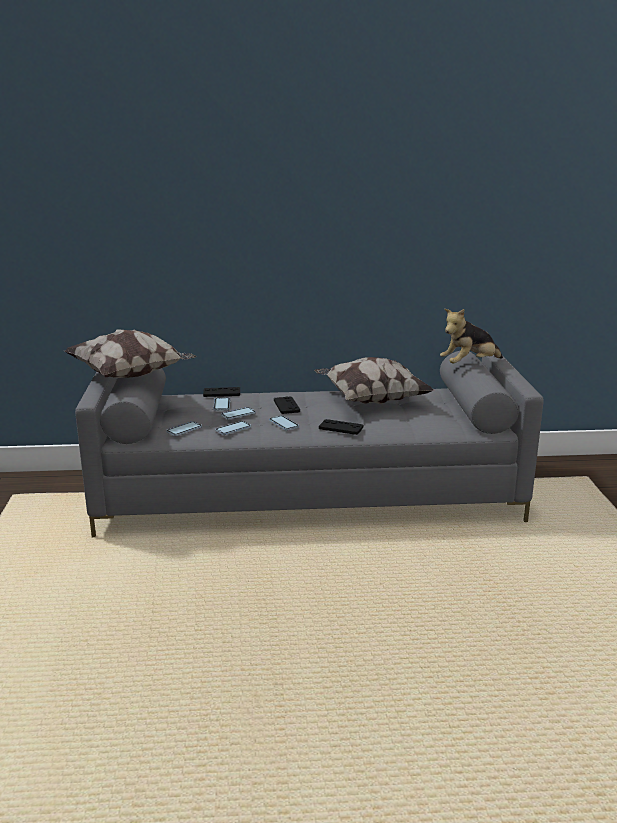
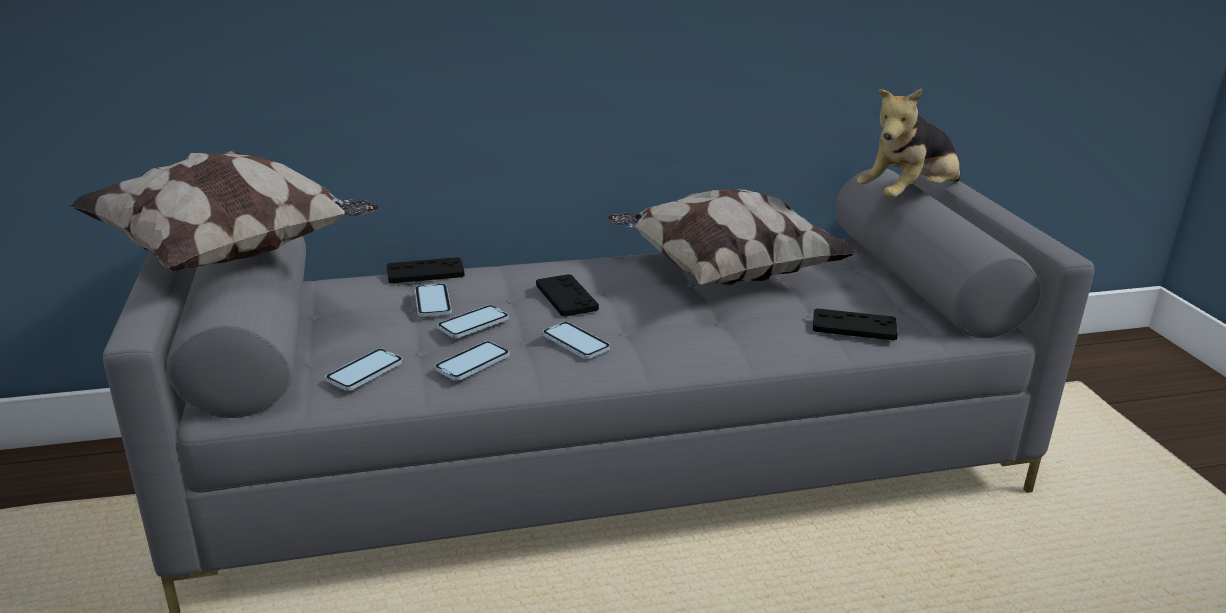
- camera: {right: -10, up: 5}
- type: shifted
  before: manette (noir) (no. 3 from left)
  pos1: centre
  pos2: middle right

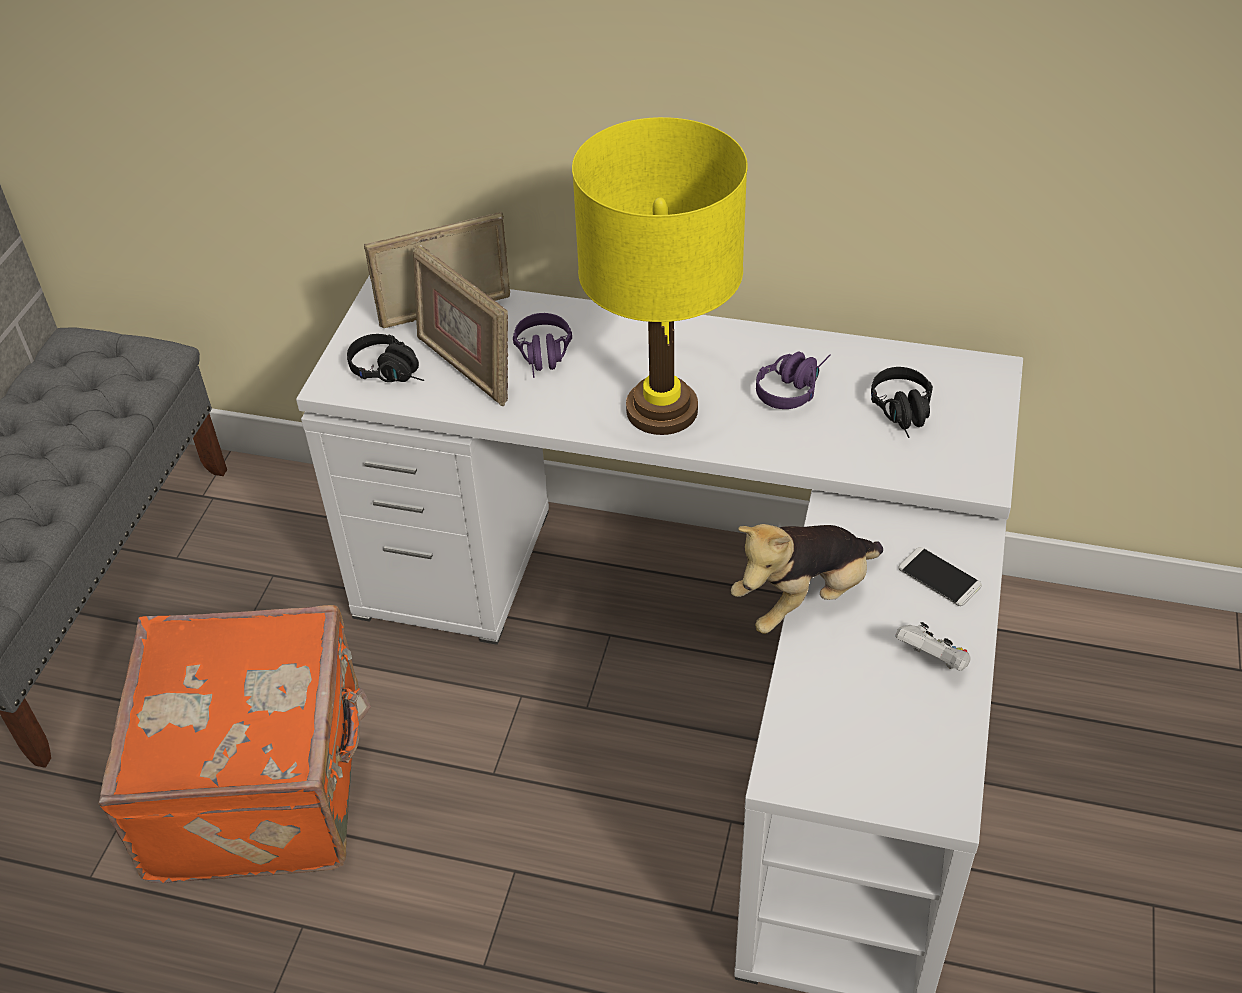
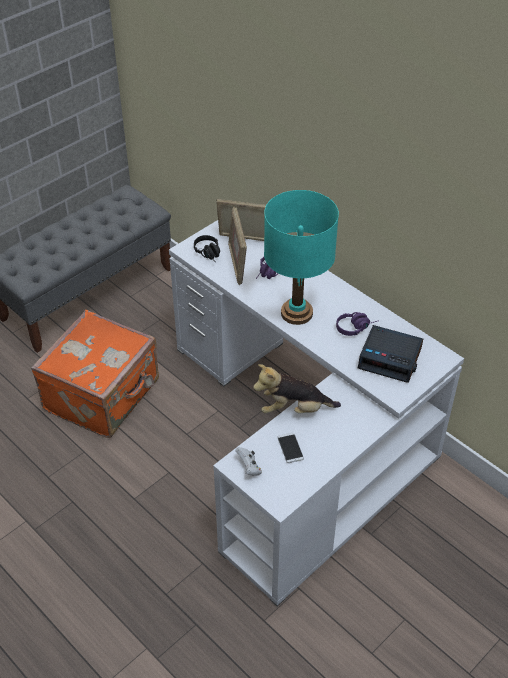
- camera: {right: 30, up: 0}
- type: shifted
  before: manette (blanc)
  pos1: middle right
  pos2: bottom centre
- type: shifted
  before: téléphone
  pos1: middle right
  pos2: centre
- type: swapped
  before: casque audio (noir) (no. 2 from left)
  after: réveil
  pos1: middle right
  pos2: middle right
- type: repainted
  before: lampe de table (jaune)
  after: lampe de table (turquoise)
  pos1: top centre
  pos2: centre

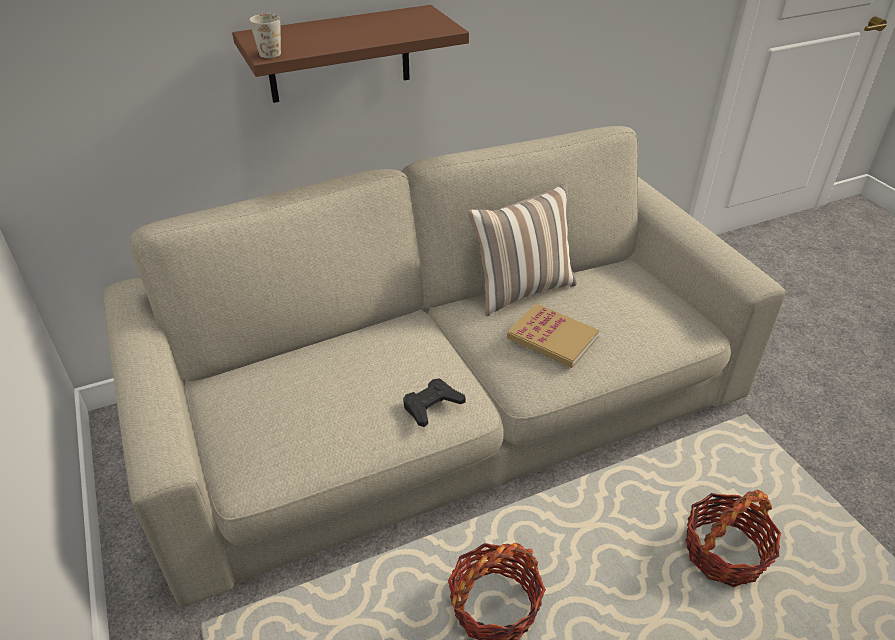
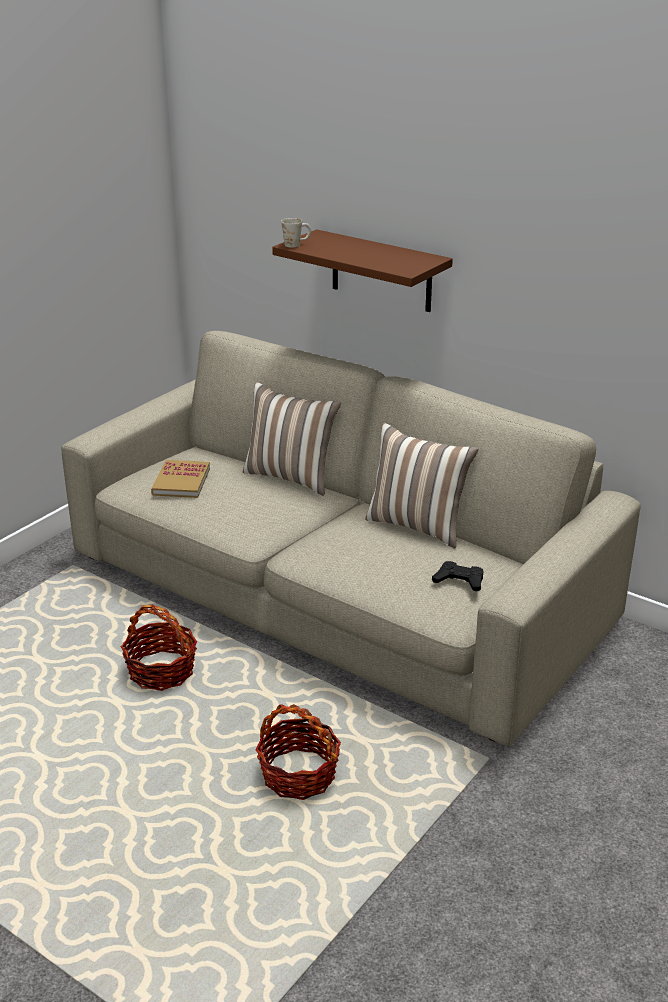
- camera: {right: 60, up: -10}
- type: new
  after: coussin (no. 1 from left)
  pos2: centre
- type: shifted
  before: manette (noir)
  pos1: centre
  pos2: middle right
- type: shifted
  before: livre
  pos1: centre
  pos2: middle left

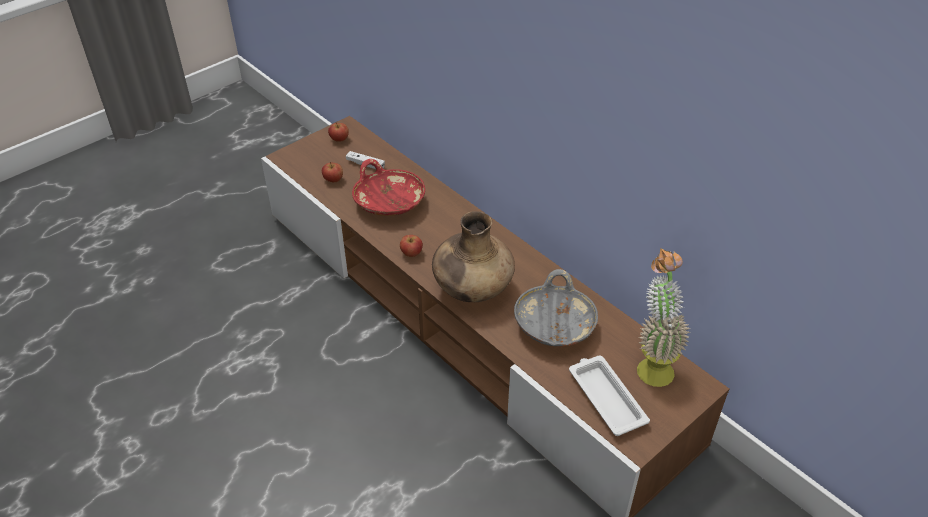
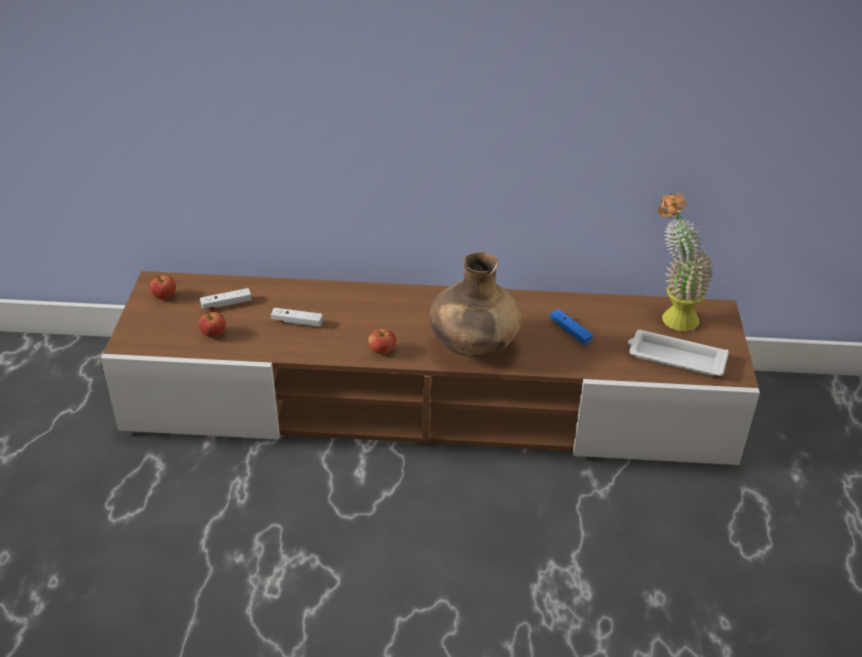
- camera: {right: -45, up: -5}
- type: swapped
  before: bol (rouge)
  after: manette (blanc) (no. 2 from left)
  pos1: centre
  pos2: centre
- type: swapped
  before: bol (gris)
  after: manette (bleu)
  pos1: centre
  pos2: centre

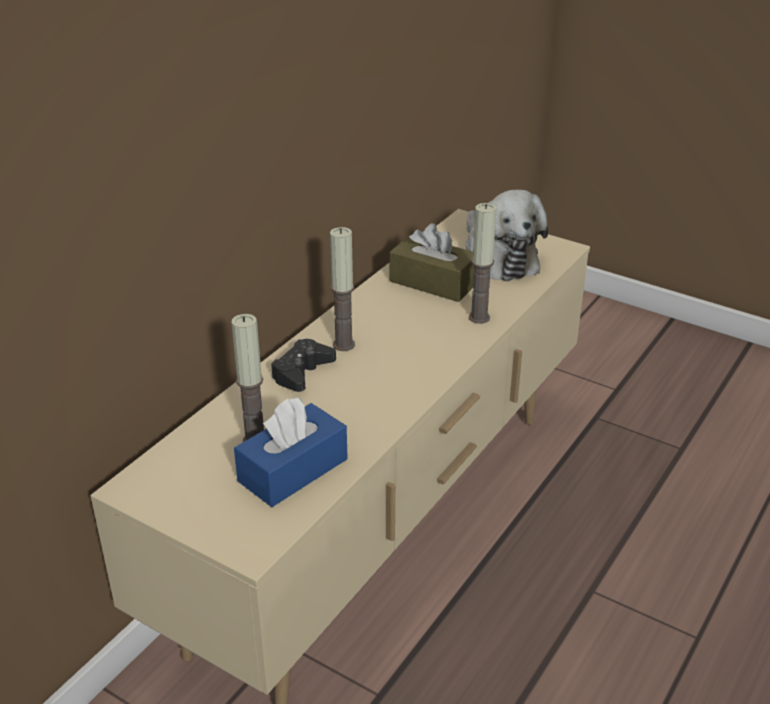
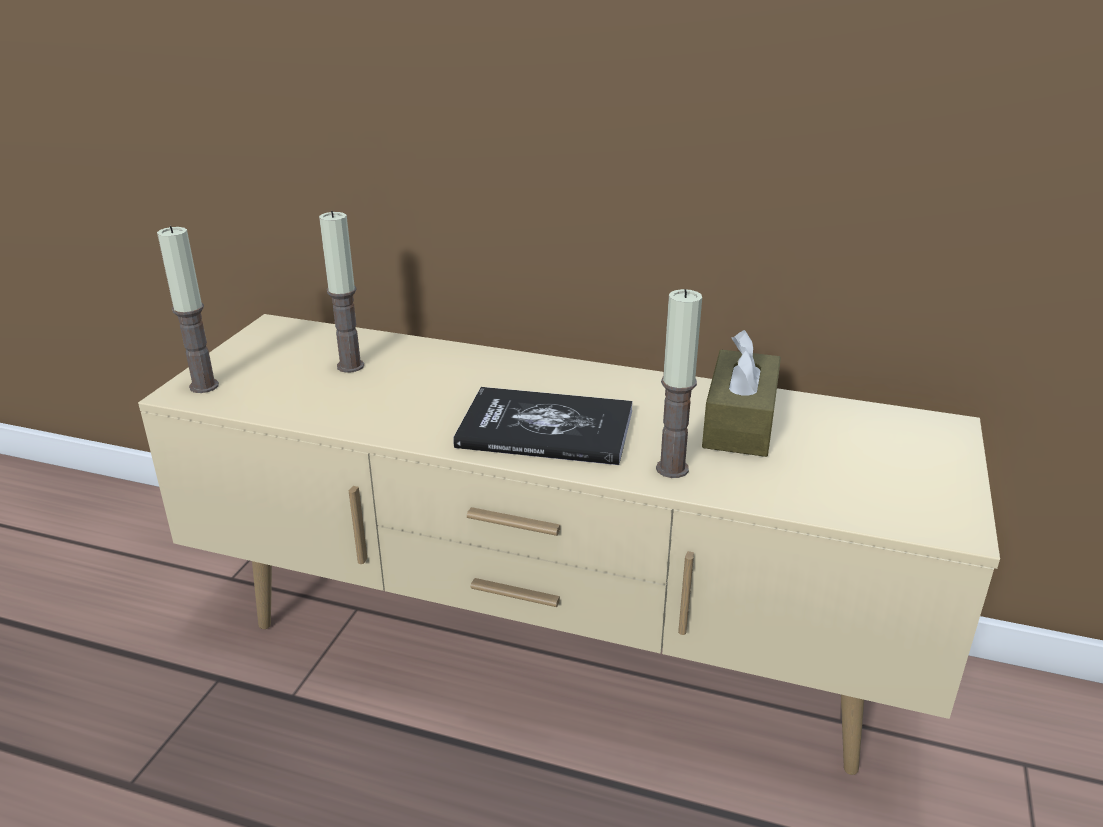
- camera: {right: 75, up: -5}
- type: gone
  before: boîte à mouchoirs (bleu)
  pos1: centre
- type: gone
  before: manette (noir)
  pos1: centre
- type: gone
  before: peluche
  pos1: centre
- type: new
  after: livre
  pos2: centre
- type: shifted
  before: bougie (no. 2 from left in the first image)
  after: bougie (no. 1 from left)
  pos1: centre
  pos2: middle left

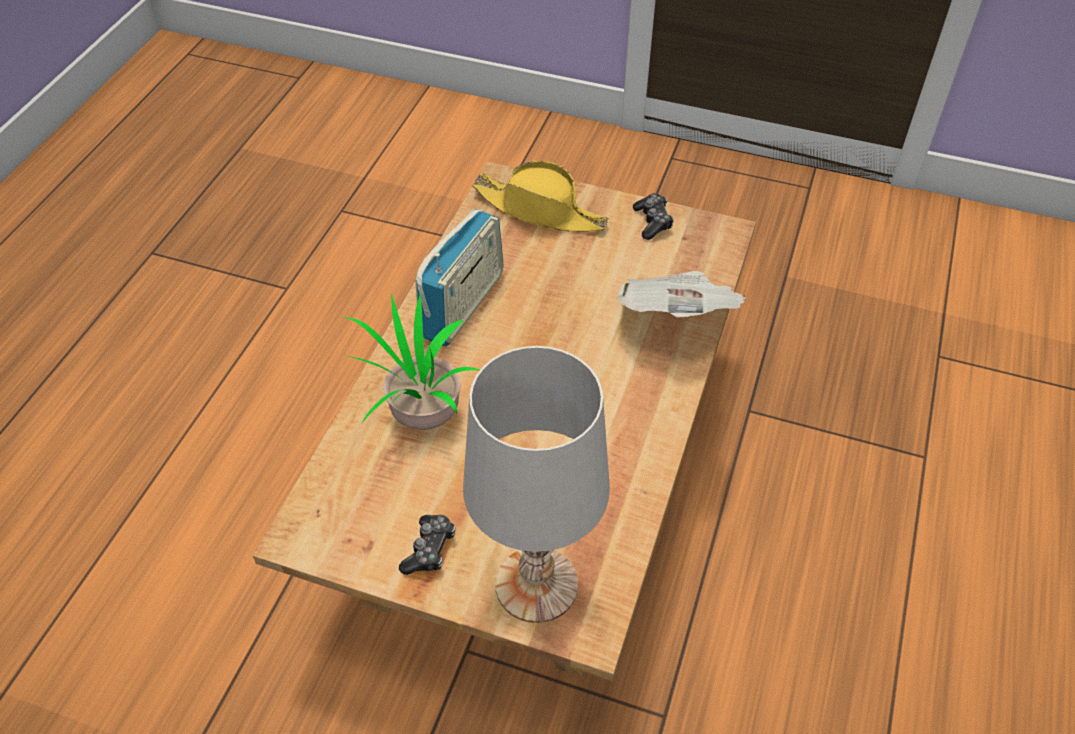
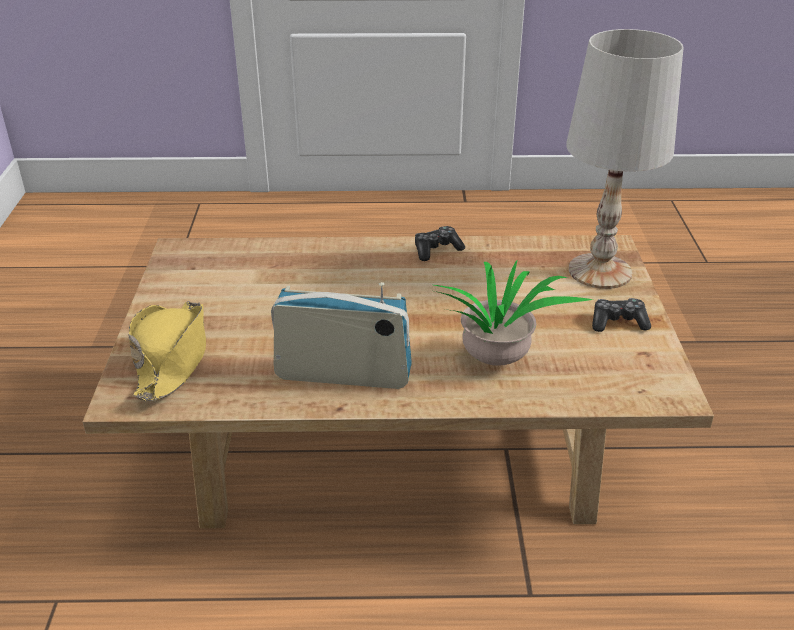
- camera: {right: -110, up: -15}
- type: gone
  before: journal
  pos1: centre
- type: shifted
  before: manette (no. 2 from left in the first image)
  after: manette (no. 1 from left)
  pos1: top centre
  pos2: centre

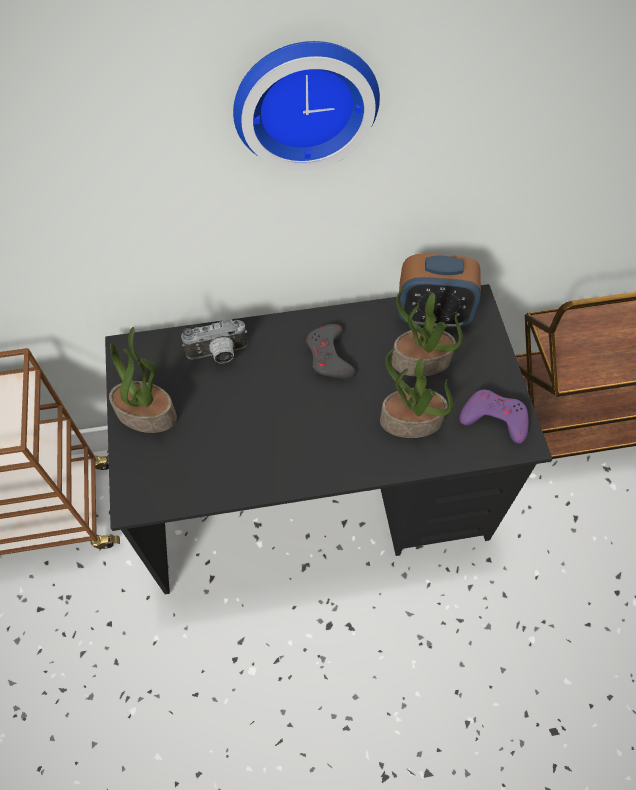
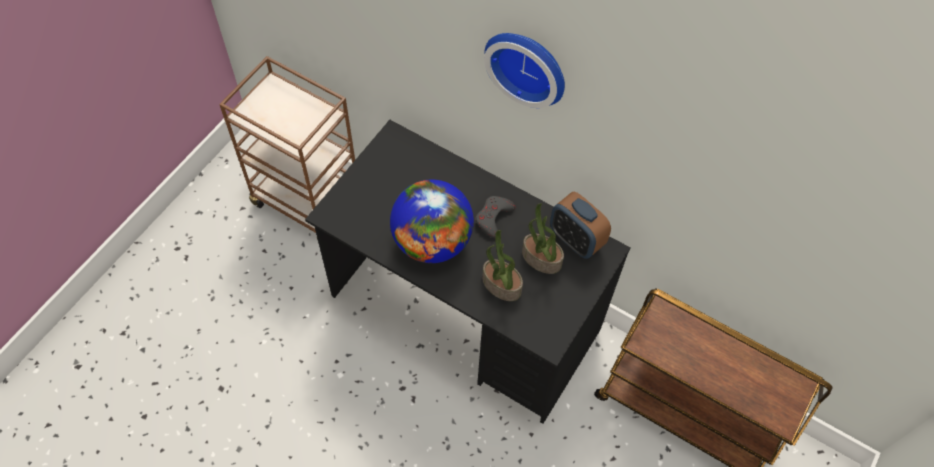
- camera: {right: 40, up: 0}
- type: gone
  before: plante en pot (no. 1 from left)
  pos1: middle left
- type: gone
  before: appareil photo
  pos1: centre
- type: gone
  before: manette (violet)
  pos1: middle right
- type: new
  after: globe
  pos2: centre

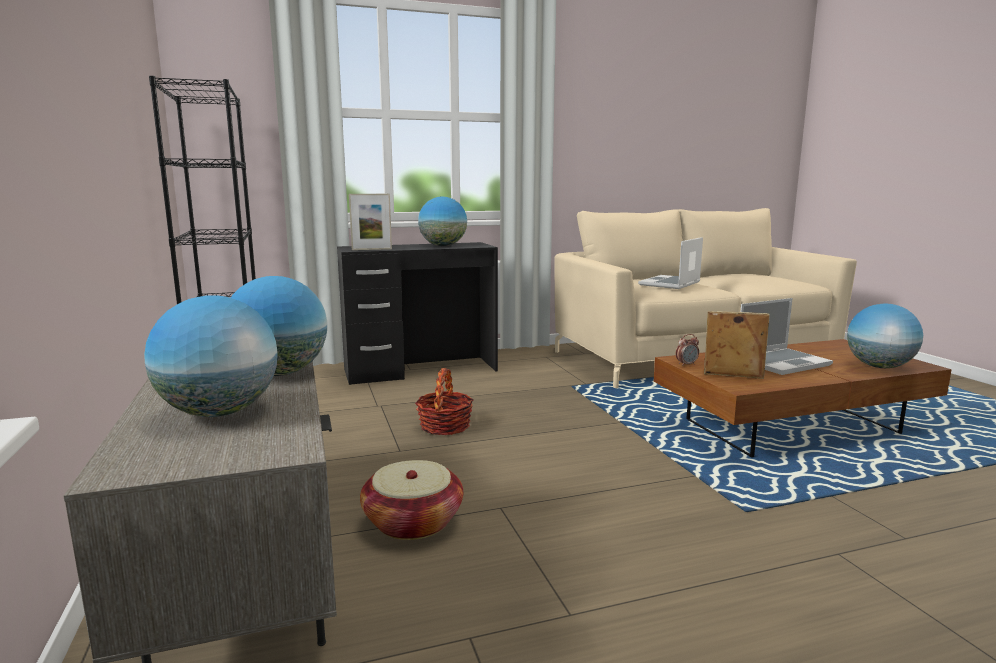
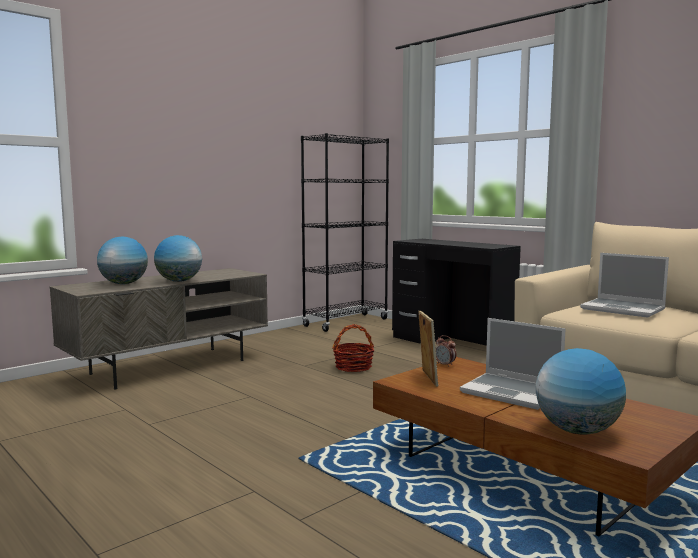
- camera: {right: 65, up: -5}
- type: gone
  before: cadre photo (no. 1 from left)
  pos1: centre
- type: gone
  before: panier (no. 1 from left)
  pos1: bottom centre
- type: gone
  before: globe (no. 3 from left)
  pos1: centre
- type: rotated
  before: ordinateur portable (no. 1 from left in the first image)
  pos1: middle right
  pos2: middle right
  turn: -150

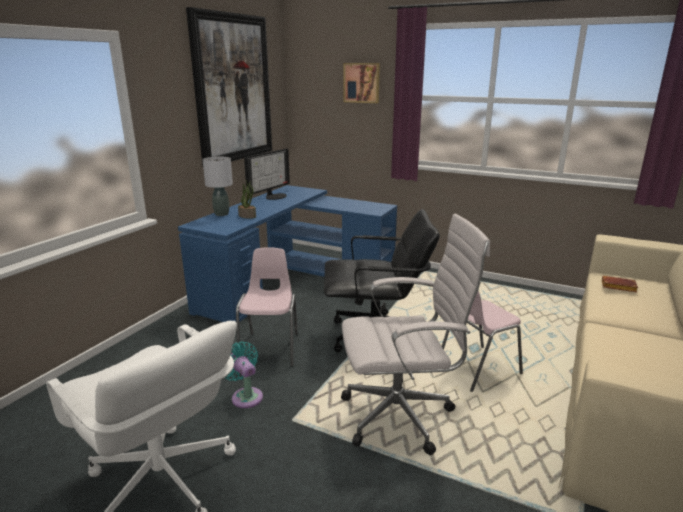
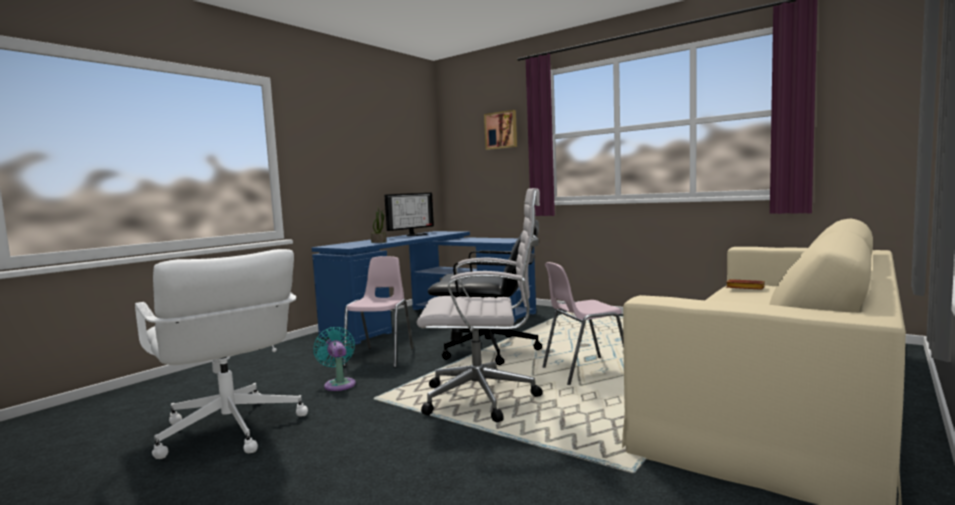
- camera: {right: 10, up: -15}
- type: gone
  before: tableau (no. 1 from left)
  pos1: top centre
- type: gone
  before: lampe de table (gris)
  pos1: middle left

